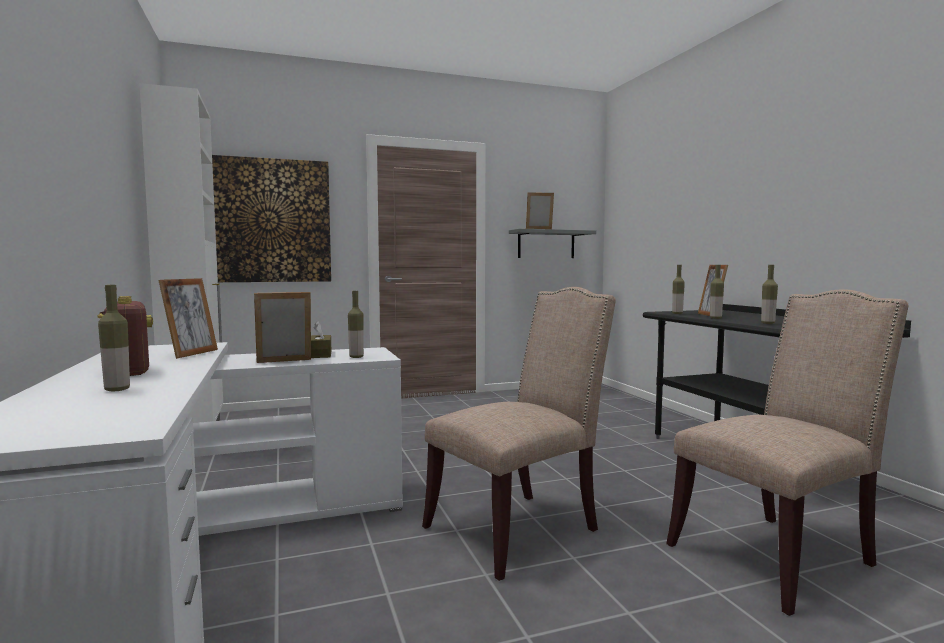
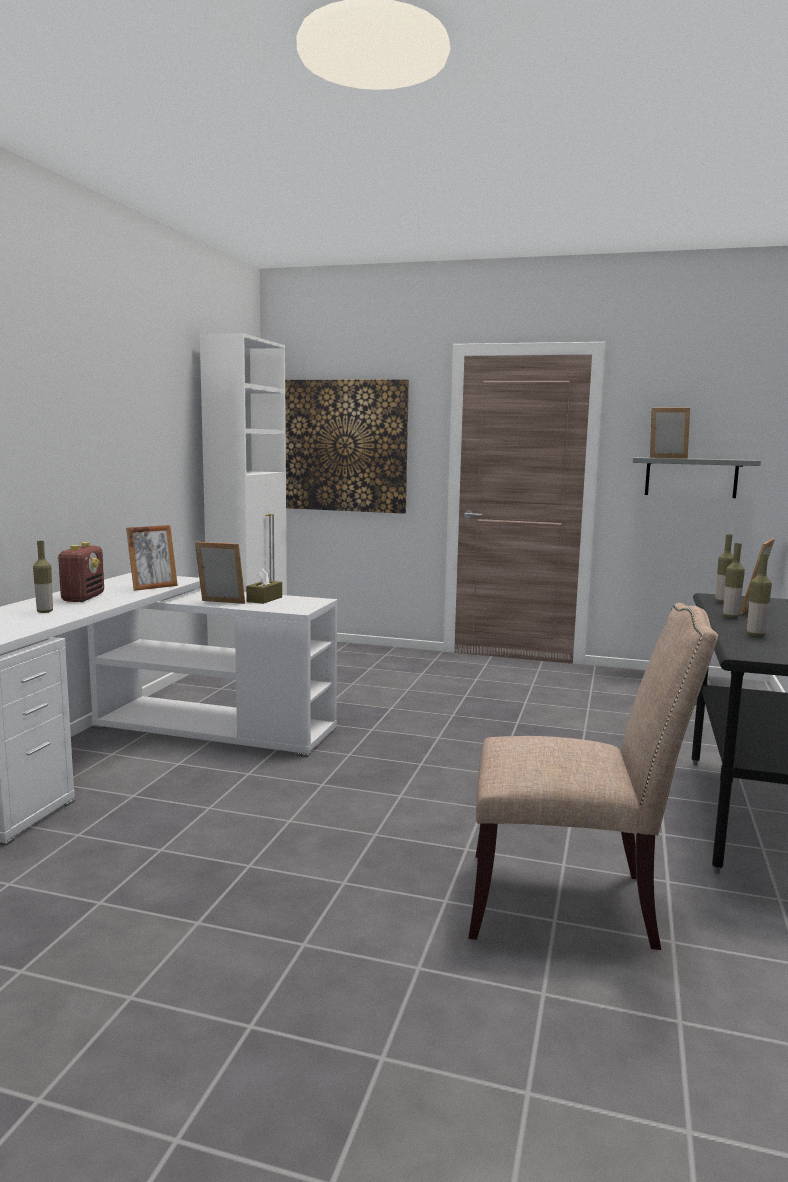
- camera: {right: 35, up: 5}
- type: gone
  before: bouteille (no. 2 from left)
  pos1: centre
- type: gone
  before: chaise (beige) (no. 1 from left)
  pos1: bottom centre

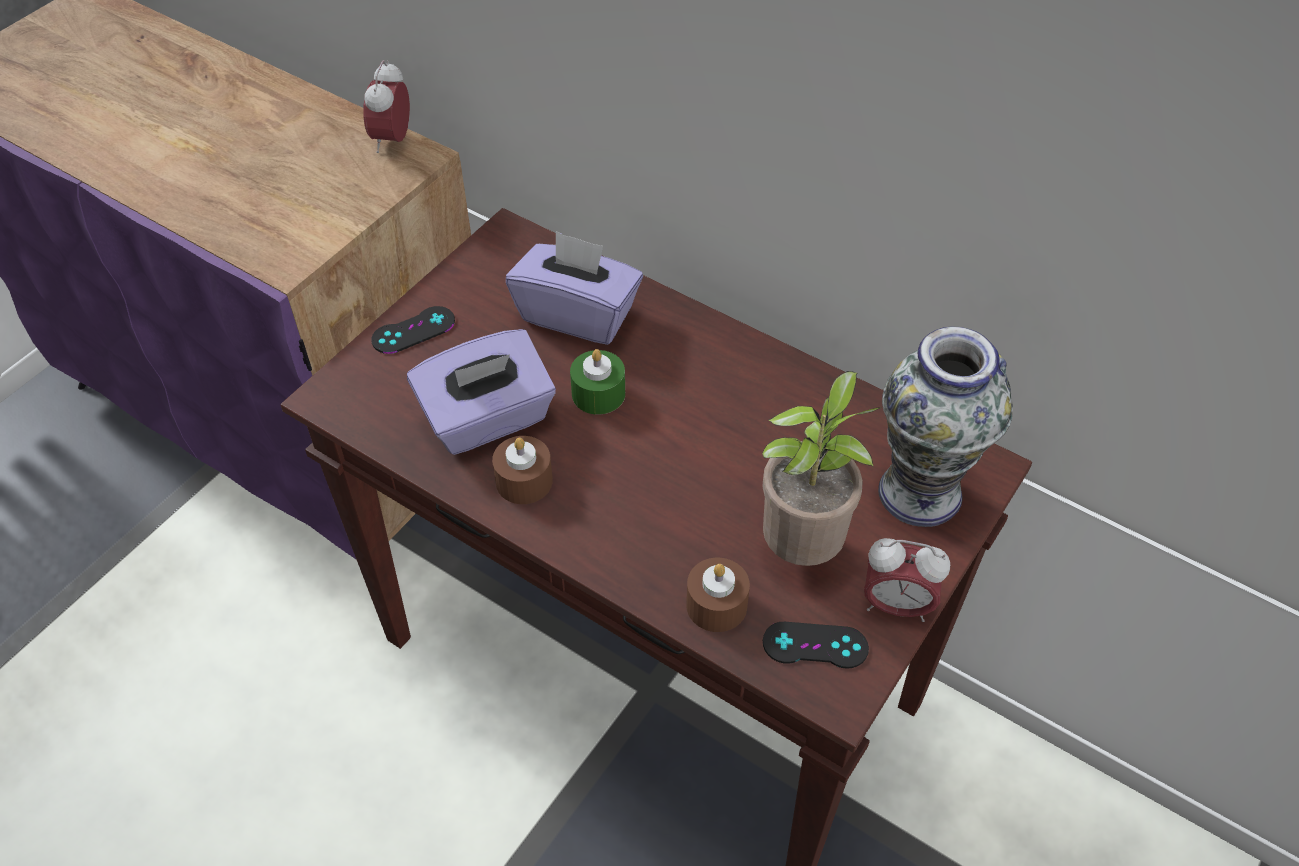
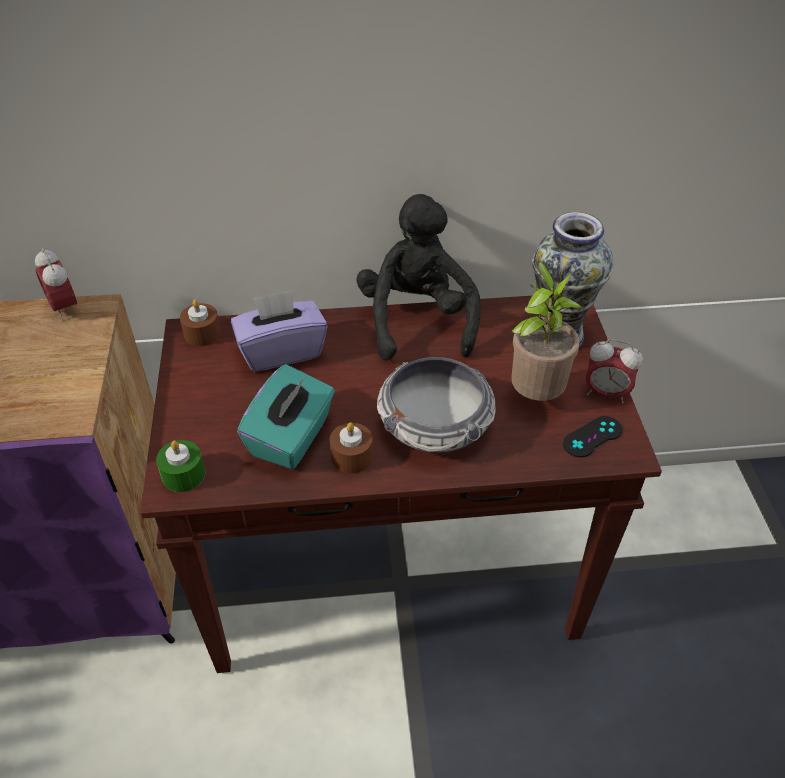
- camera: {right: -40, up: -5}
- type: gone
  before: manette (noir) (no. 1 from left)
  pos1: middle left
- type: new
  after: peluche (noir)
  pos2: centre
- type: new
  after: bol
  pos2: centre
- type: shifted
  before: bougie (vert)
  pos1: centre
  pos2: middle left
- type: shifted
  before: bougie (marron) (no. 2 from left in the first image)
  after: bougie (marron) (no. 1 from left)
  pos1: bottom centre
  pos2: middle left
- type: repainted
  before: boîte à mouchoirs (violet) (no. 1 from left)
  after: boîte à mouchoirs (turquoise)
  pos1: centre
  pos2: centre
- type: rotated
  before: réveil (no. 2 from left)
  pos1: bottom right
  pos2: middle right
  turn: 45

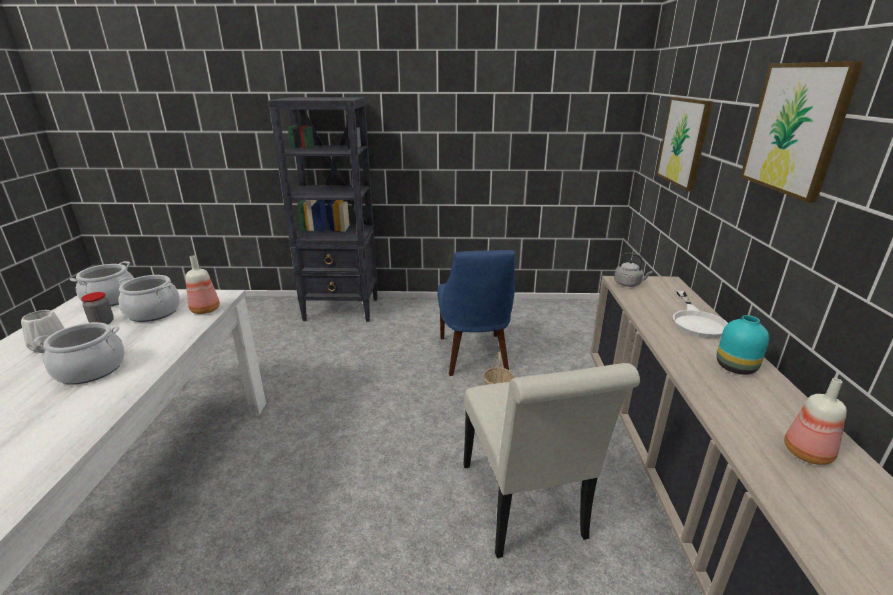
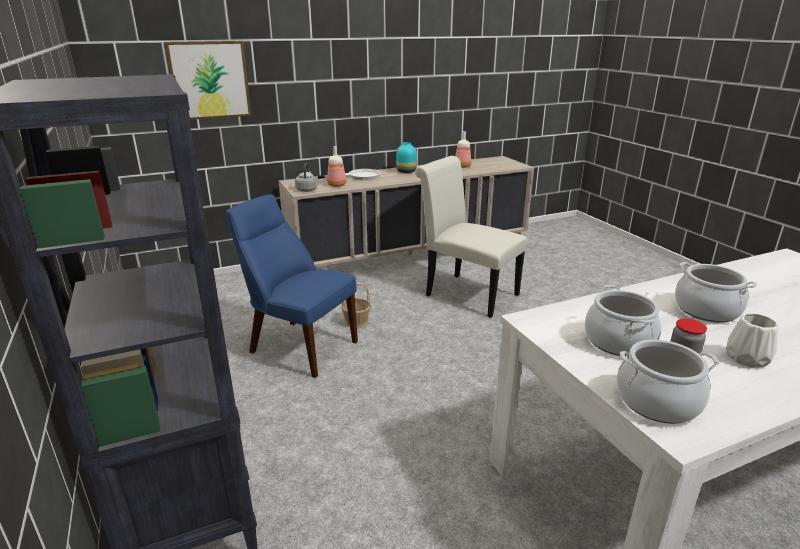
- camera: {right: -115, up: 0}
- type: gone
  before: tableau (no. 2 from left)
  pos1: top right
- type: shifted
  before: bouteille (no. 1 from left)
  pos1: middle left
  pos2: top centre
- type: rotated
  before: chaise (bleu)
  pos1: centre
  pos2: centre
  turn: -120
- type: rotated
  before: chaise (blanc)
  pos1: bottom centre
  pos2: centre
  turn: -105

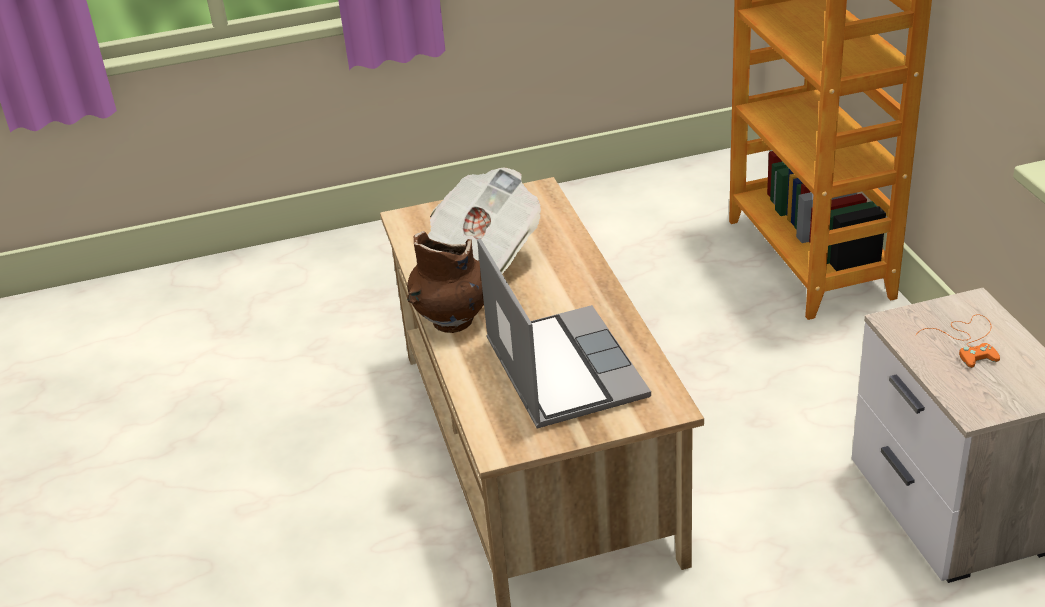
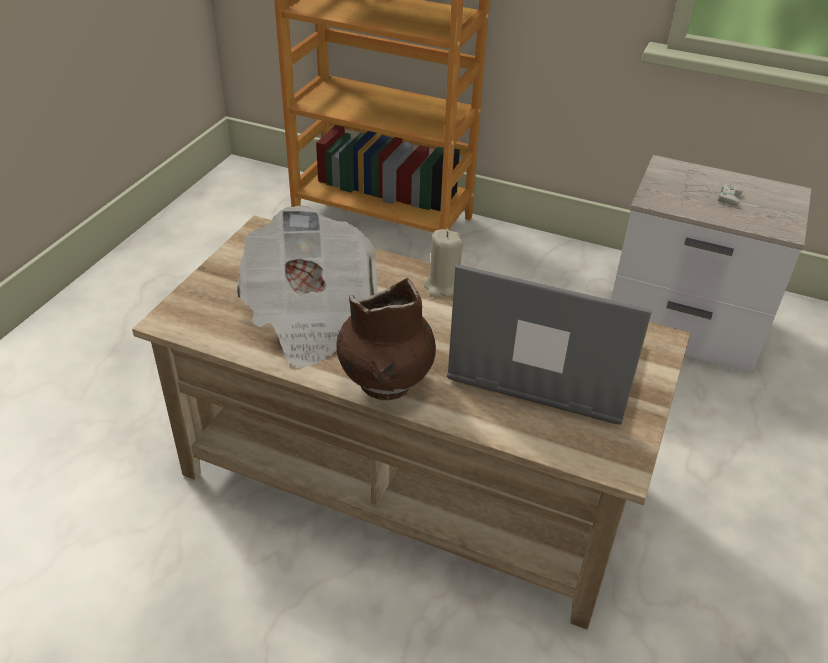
- camera: {right: -55, up: 5}
- type: new
  after: bougie (beige)
  pos2: centre
- type: repainted
  before: manette (orange)
  after: manette (blanc)
  pos1: middle right
  pos2: top right

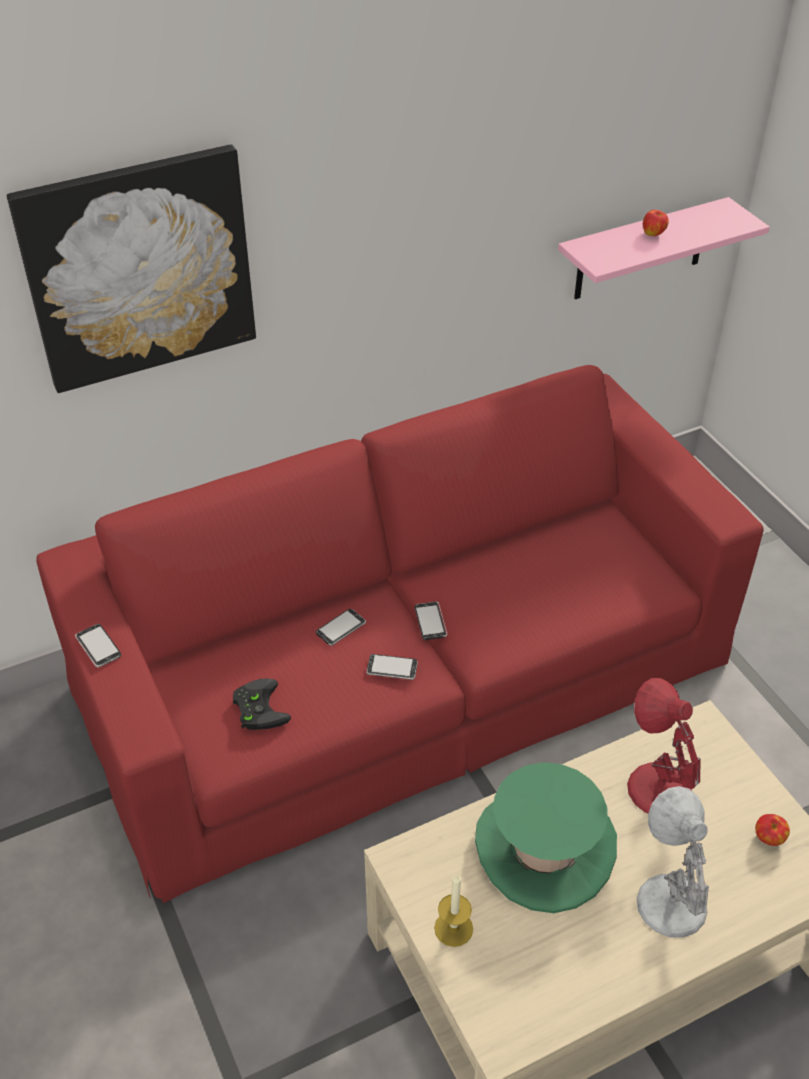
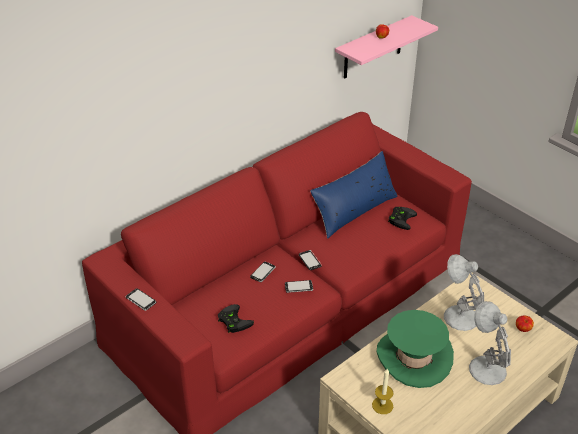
- camera: {right: -15, up: -5}
- type: gone
  before: tableau
  pos1: top left
- type: new
  after: coussin (bleu)
  pos2: centre
- type: new
  after: manette (noir) (no. 2 from left)
  pos2: middle right
- type: repainted
  before: lampe de table (rouge)
  after: lampe de table (blanc) (no. 1 from left)
  pos1: bottom right
  pos2: bottom right

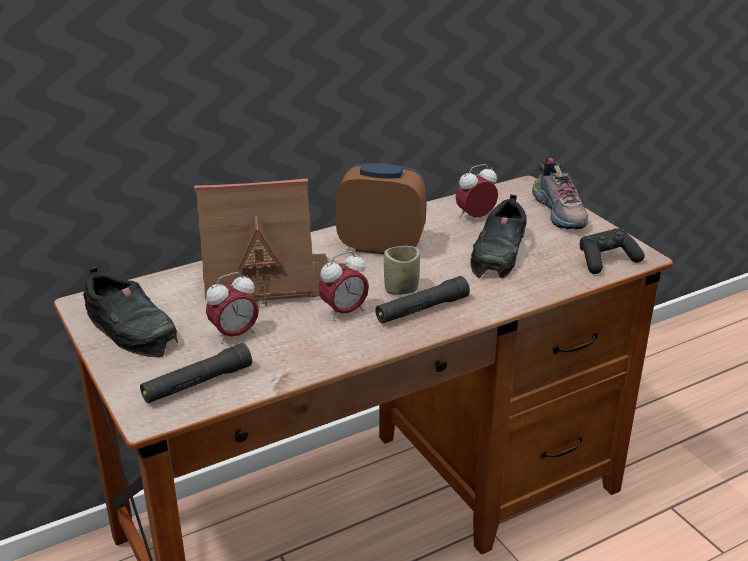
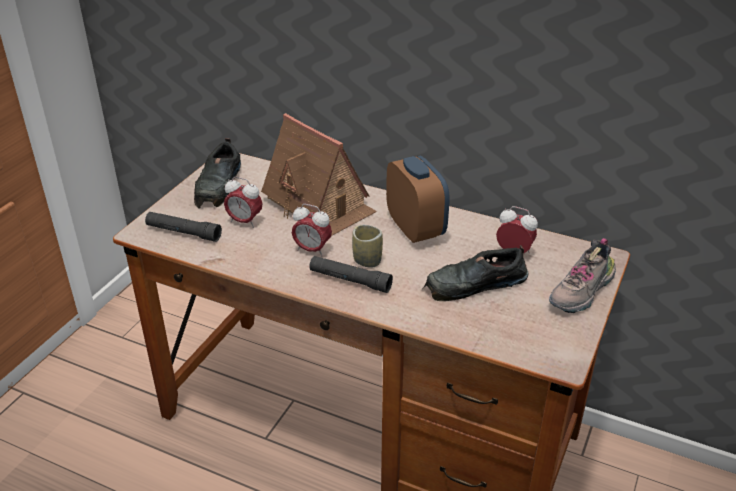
- camera: {right: 55, up: 5}
- type: gone
  before: manette (noir)
  pos1: middle right

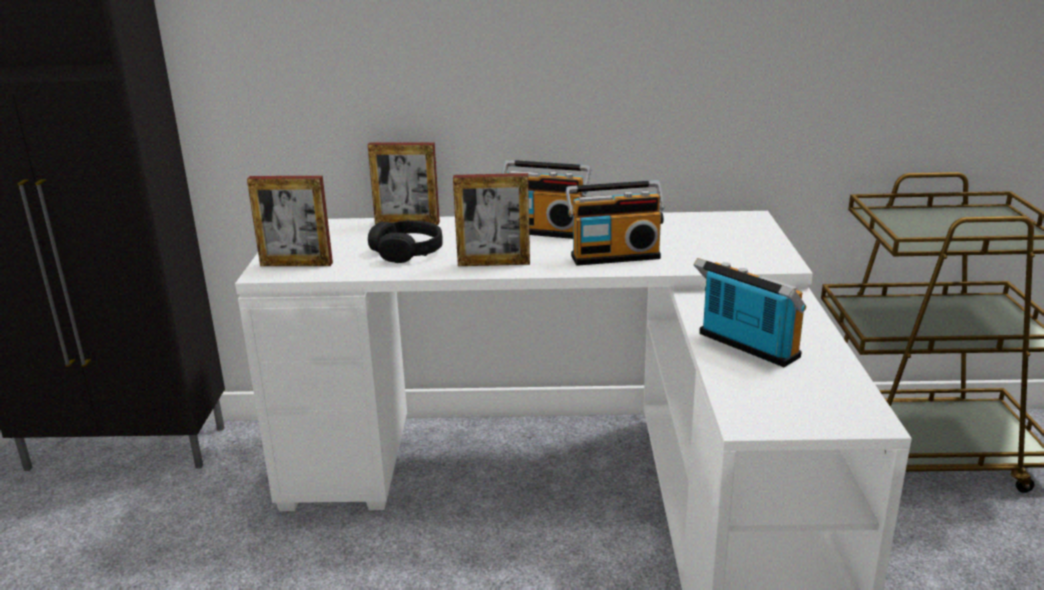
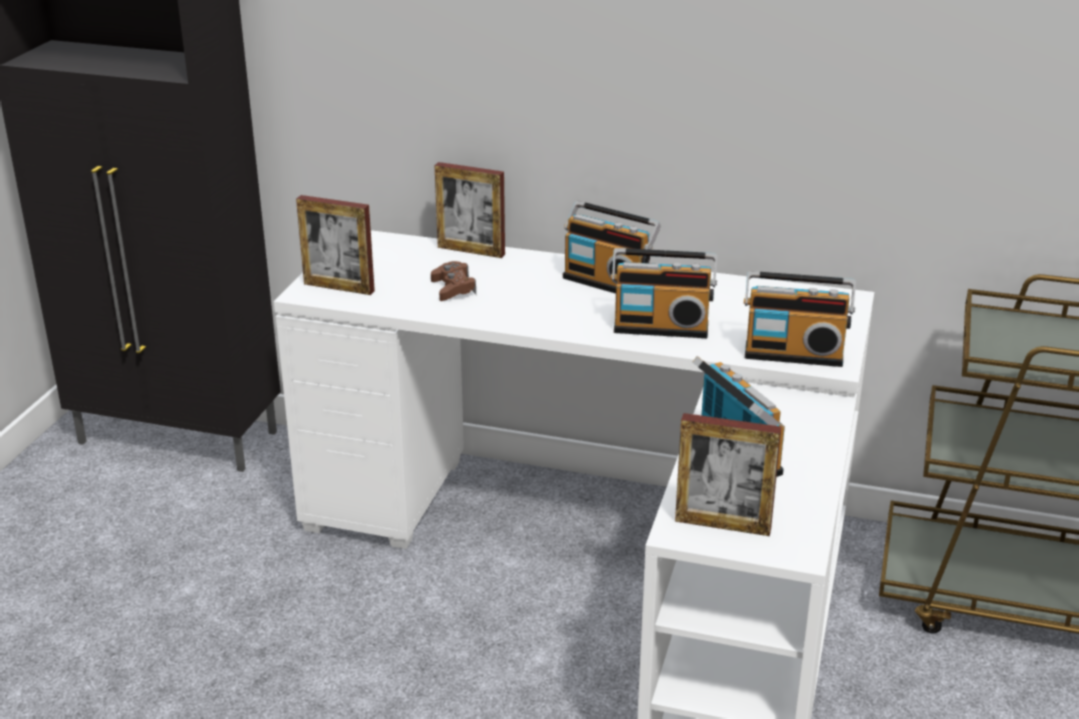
- camera: {right: 15, up: 5}
- type: new
  after: radio (no. 4 from left)
  pos2: middle right
- type: shifted
  before: cadre photo (no. 3 from left)
  pos1: centre
  pos2: middle right
- type: swapped
  before: casque audio (noir)
  after: manette (marron)
  pos1: centre
  pos2: centre

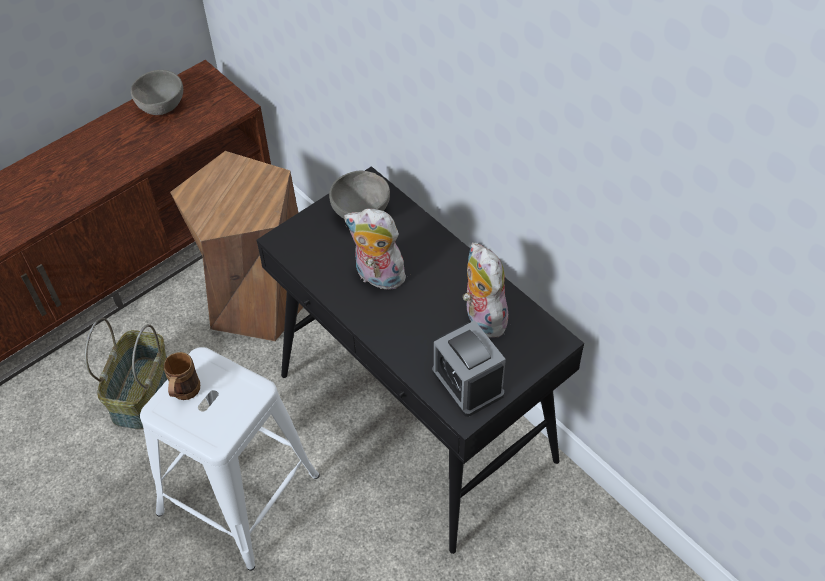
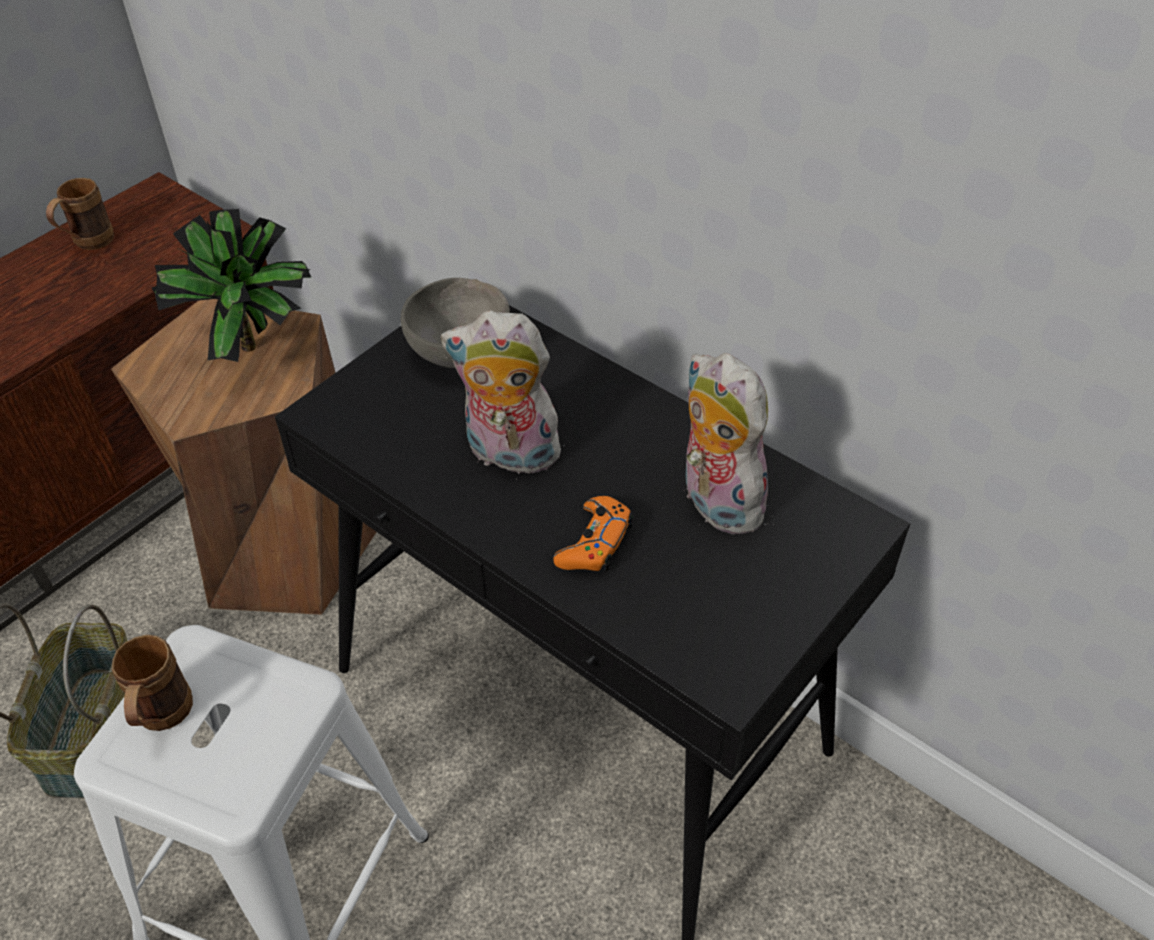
- camera: {right: -10, up: -5}
- type: gone
  before: réveil
  pos1: centre
- type: new
  after: plante en pot
  pos2: top left
- type: new
  after: manette (orange)
  pos2: centre
- type: swapped
  before: bol (gris) (no. 1 from left)
  after: mug (marron) (no. 1 from left)
  pos1: top left
  pos2: top left

